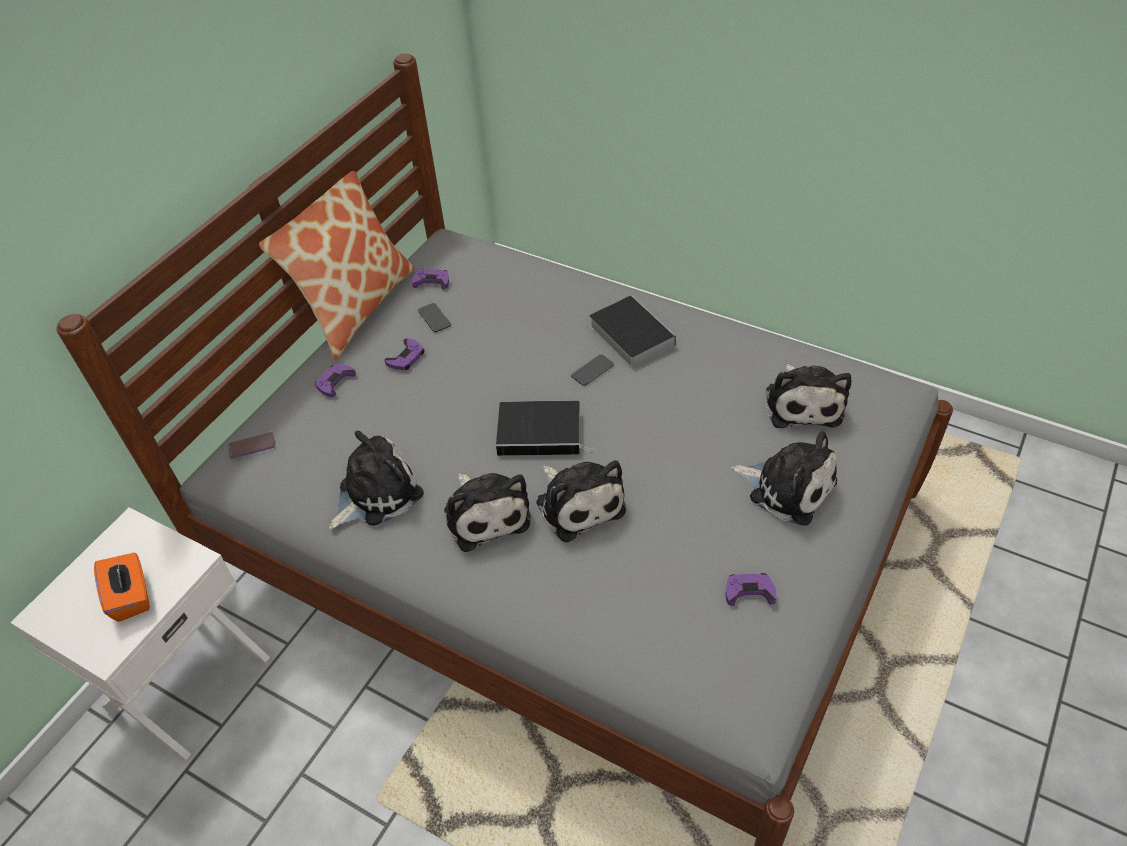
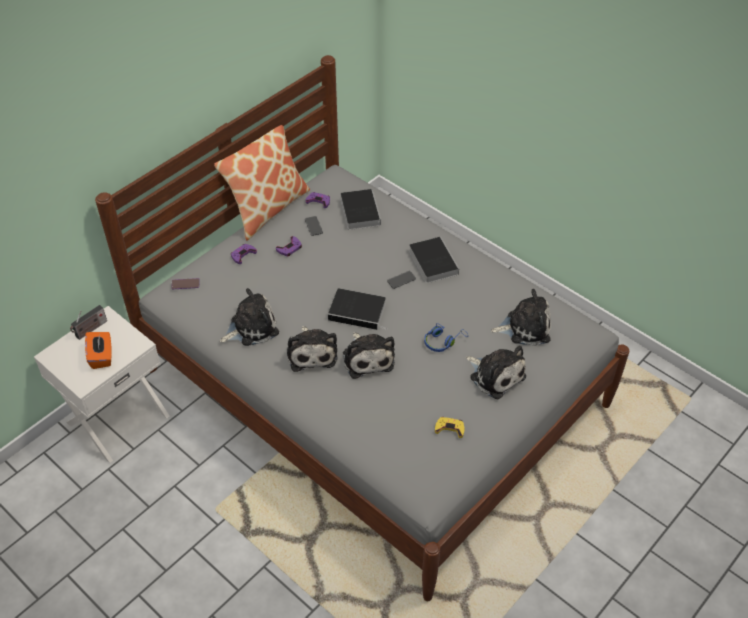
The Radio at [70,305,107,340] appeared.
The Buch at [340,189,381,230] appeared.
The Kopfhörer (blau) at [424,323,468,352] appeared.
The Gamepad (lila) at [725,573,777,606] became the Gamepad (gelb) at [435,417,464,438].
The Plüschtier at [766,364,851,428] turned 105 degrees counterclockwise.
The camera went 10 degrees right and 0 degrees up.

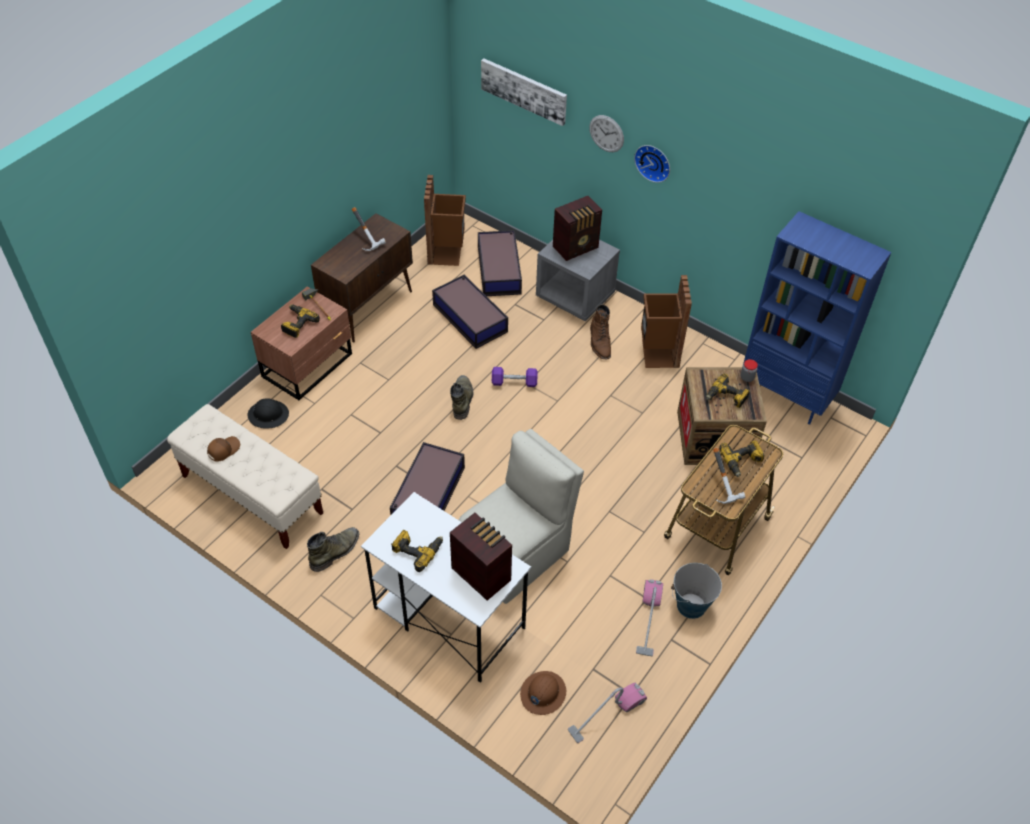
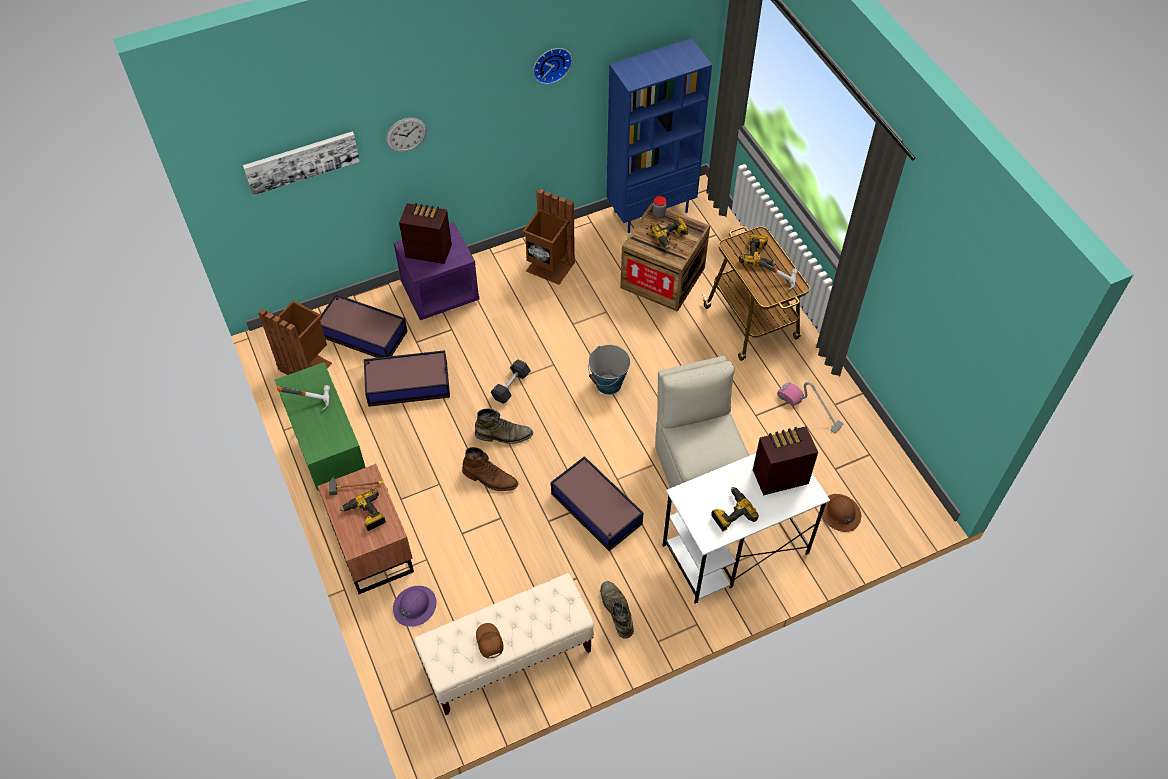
The Schrank (braun) at [311,213,413,343] became the Schrank (grün) at [275,362,366,491].
The Schutzhelm (schwarz) at [248,398,289,429] became the Schutzhelm (lila) at [393,586,437,627].
The Nachttisch (grau) at [536,240,620,322] became the Nachttisch (lila) at [394,222,480,320].
The Radio at [553,196,602,261] turned 75 degrees counterclockwise.
The Stiefel (braun) moved from [590,304,611,359] to [462,447,518,491].
The Stiefel (grün) at [450,375,473,420] turned 150 degrees clockwise.
The Hantel (lila) at [492,367,538,387] became the Hantel (schwarz) at [491,359,531,404].
The Wanduhr moved from [634,145,670,183] to [533,48,572,84].
The Eimer moved from [671,563,722,619] to [588,345,631,395].
The Staubsauger at [568,683,647,743] disappeared.
The camera went 60 degrees left and 5 degrees up.

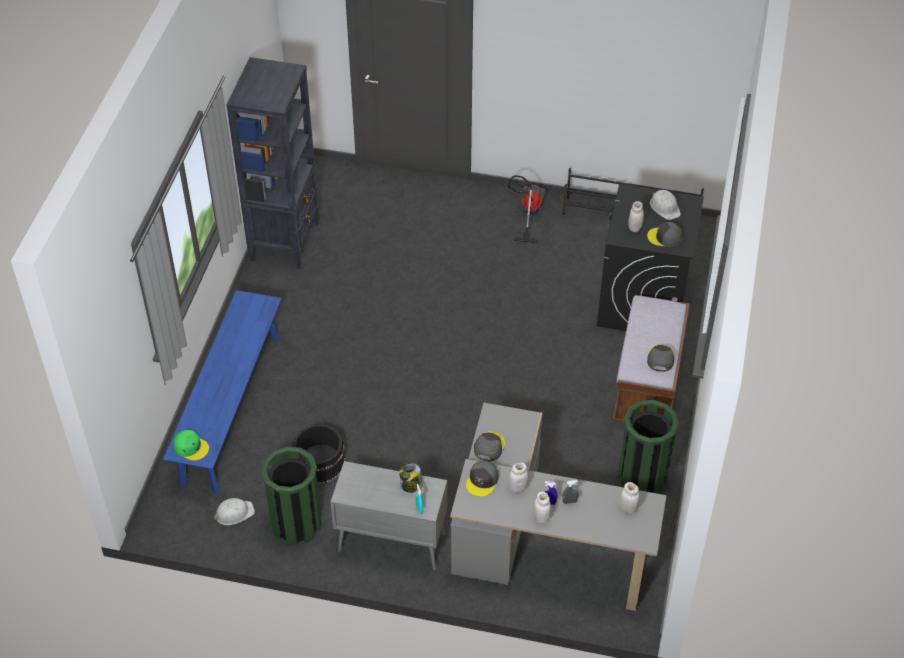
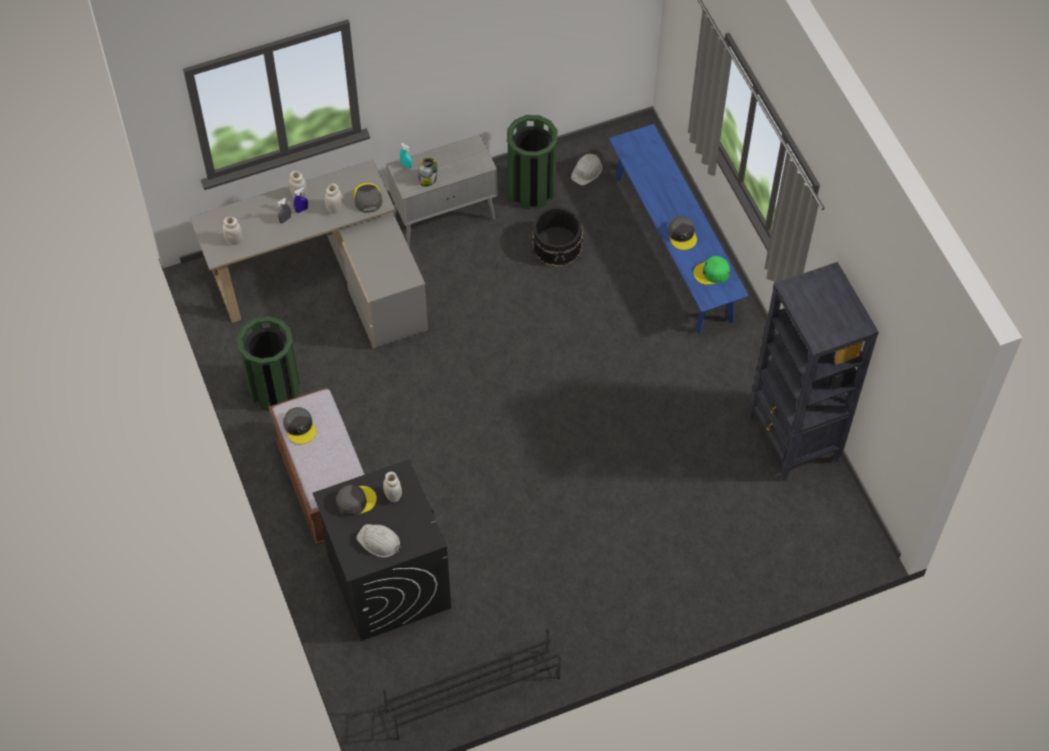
The Kappe (grau) moved from [474,431,505,461] to [667,216,697,250].
The Kappe (grün) moved from [173,430,209,461] to [693,256,730,285].
The Staubsauger at [508,175,546,243] disappeared.
The camera went 145 degrees right and 10 degrees up.

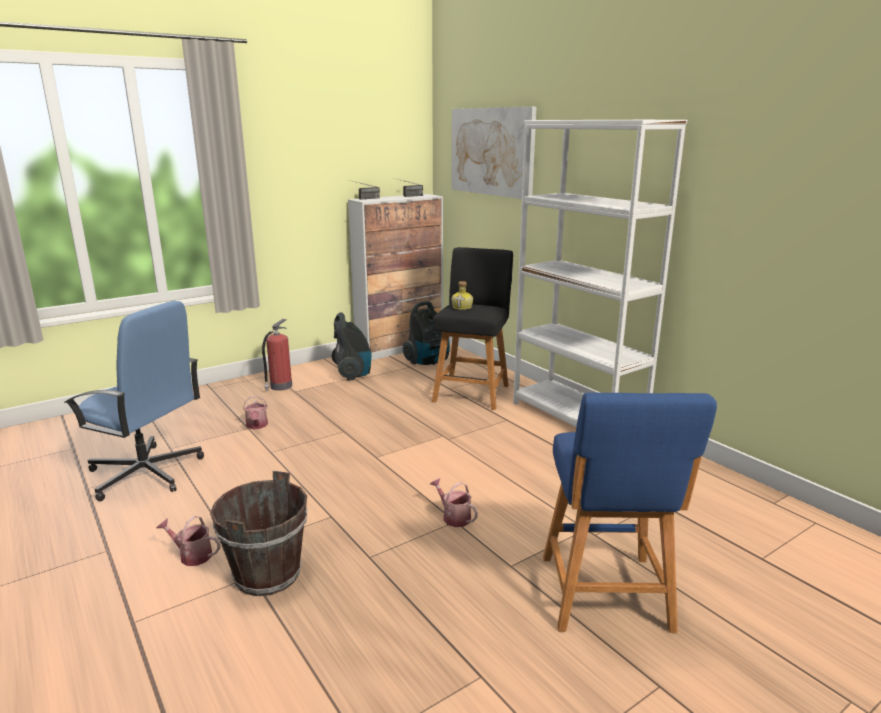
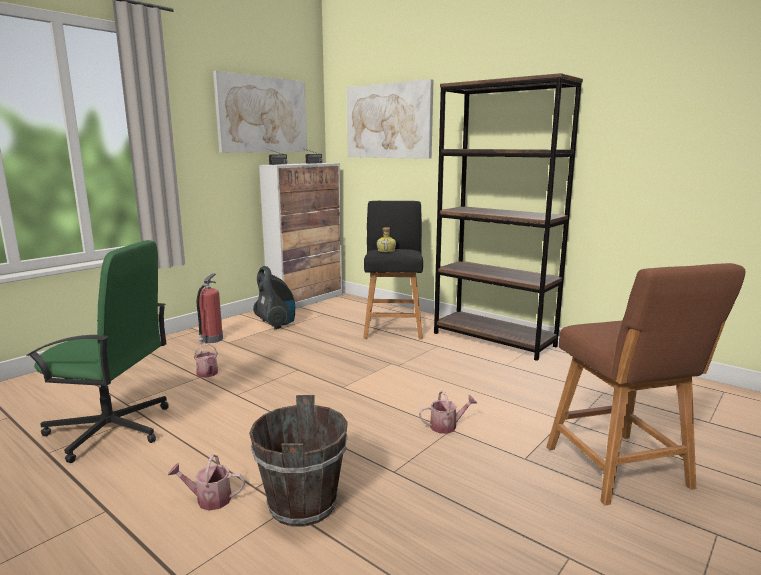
The Bürostuhl (blau) at [64,301,204,501] became the Bürostuhl (grün) at [26,240,169,463].
The Bild at [213,71,307,152] appeared.
The Gießkanne at [430,478,478,527] turned 135 degrees clockwise.
The Bücherregal (weiß) at [513,120,687,427] became the Bücherregal (braun) at [434,73,583,361].
The Hocker (blau) at [543,392,717,633] became the Hocker (braun) at [546,263,745,506].
The Staubsauger at [403,301,450,365] disappeared.
The camera went 15 degrees left and 5 degrees down.

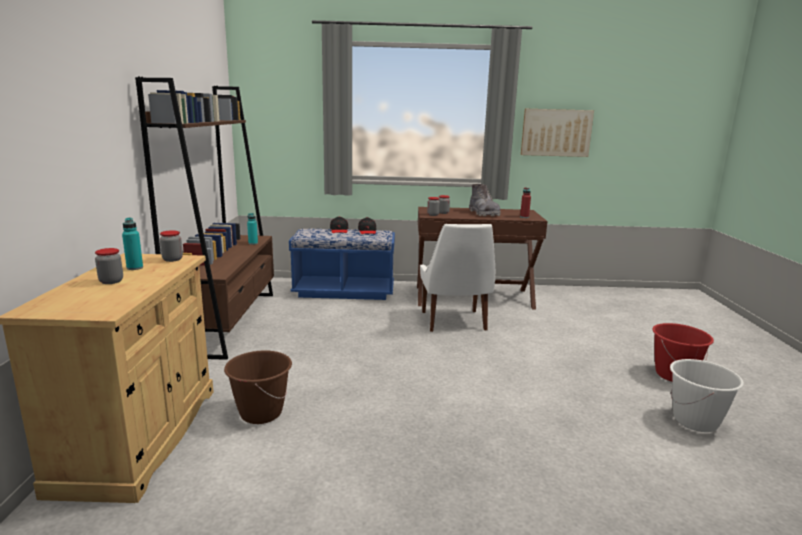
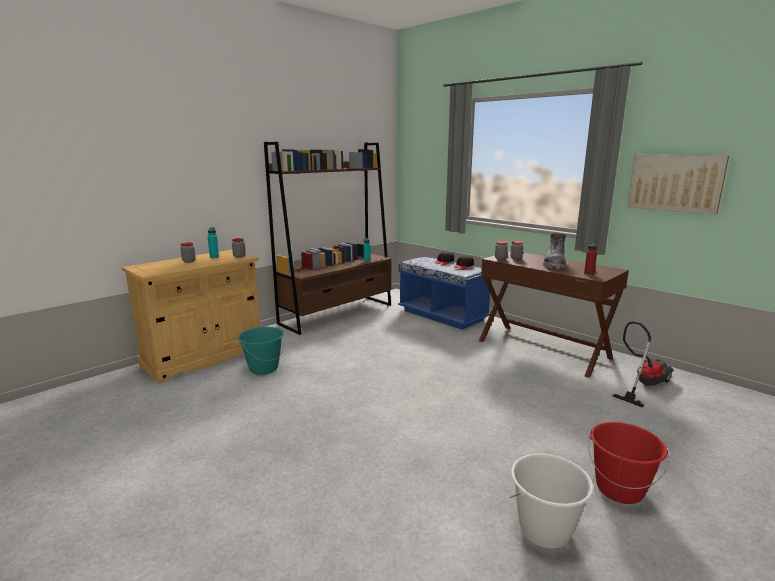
The Eimer (braun) at [224,350,292,424] became the Eimer (türkis) at [238,327,284,375].
The Staubsauger at [613,321,674,407] appeared.
The Stuhl (weiß) at [420,224,495,332] disappeared.
The camera went 45 degrees right and 0 degrees up.

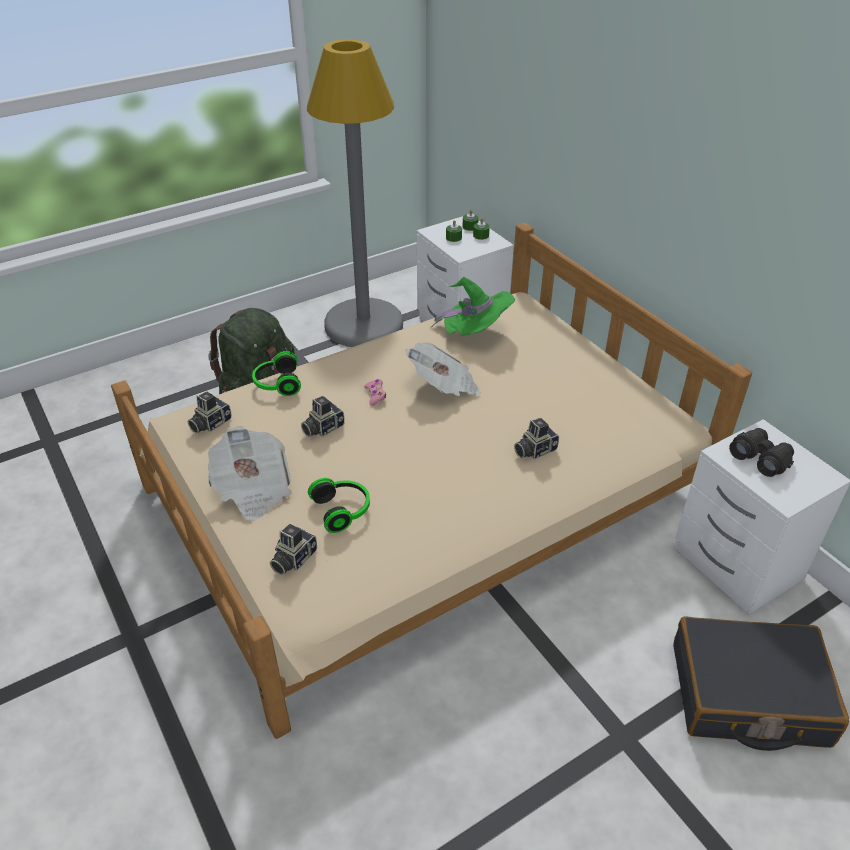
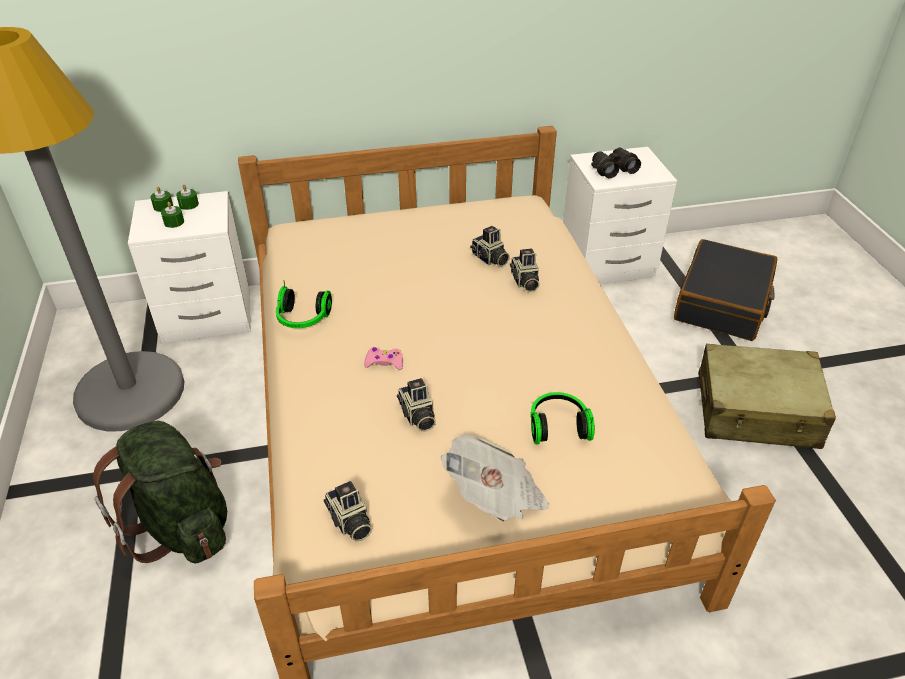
The Kopfhörer moved from [252,348,301,396] to [276,280,332,328].
The Kamera moved from [270,524,317,575] to [470,226,510,266].
The Koffer (beige) at [698,344,836,449] appeared.
The Zeitung at [406,343,481,396] disappeared.
The Hut (grün) at [431,277,515,336] disappeared.
The camera went 70 degrees left and 0 degrees up.

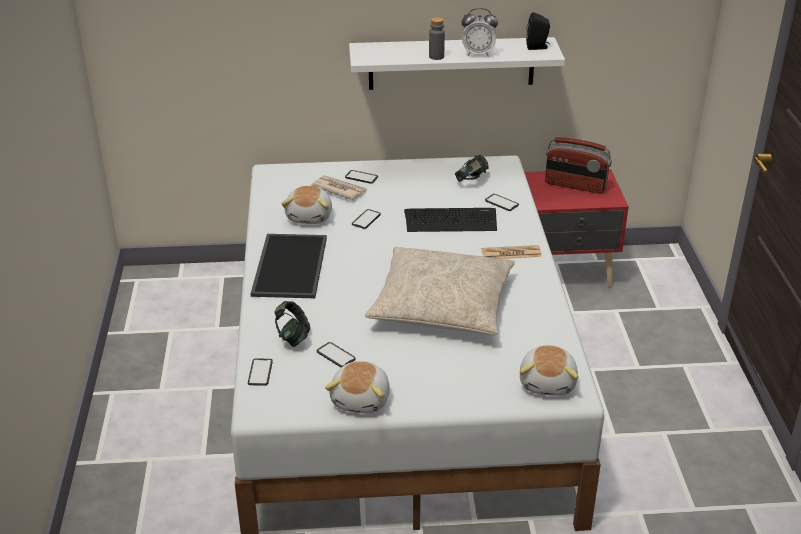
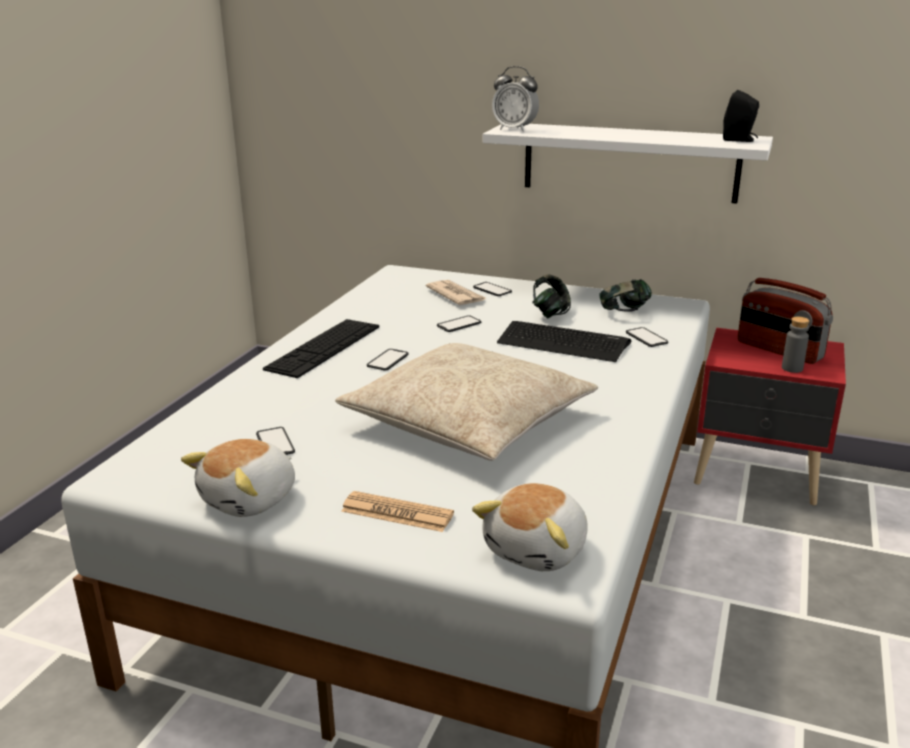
The Tablett at [250,234,327,298] was replaced by the Tastatur at [263,319,379,378].
The Zeitung moved from [482,245,542,259] to [341,491,454,532].
The Handy moved from [248,358,273,386] to [367,349,408,371].
The Wecker moved from [461,8,498,57] to [492,66,539,132].
The Kopfhörer moved from [274,301,310,347] to [532,274,571,318].
The Flasche (grau) moved from [429,17,445,60] to [782,317,809,373].
The Plüschtier at [281,186,332,224] disappeared.
The camera went 25 degrees right and 10 degrees down.

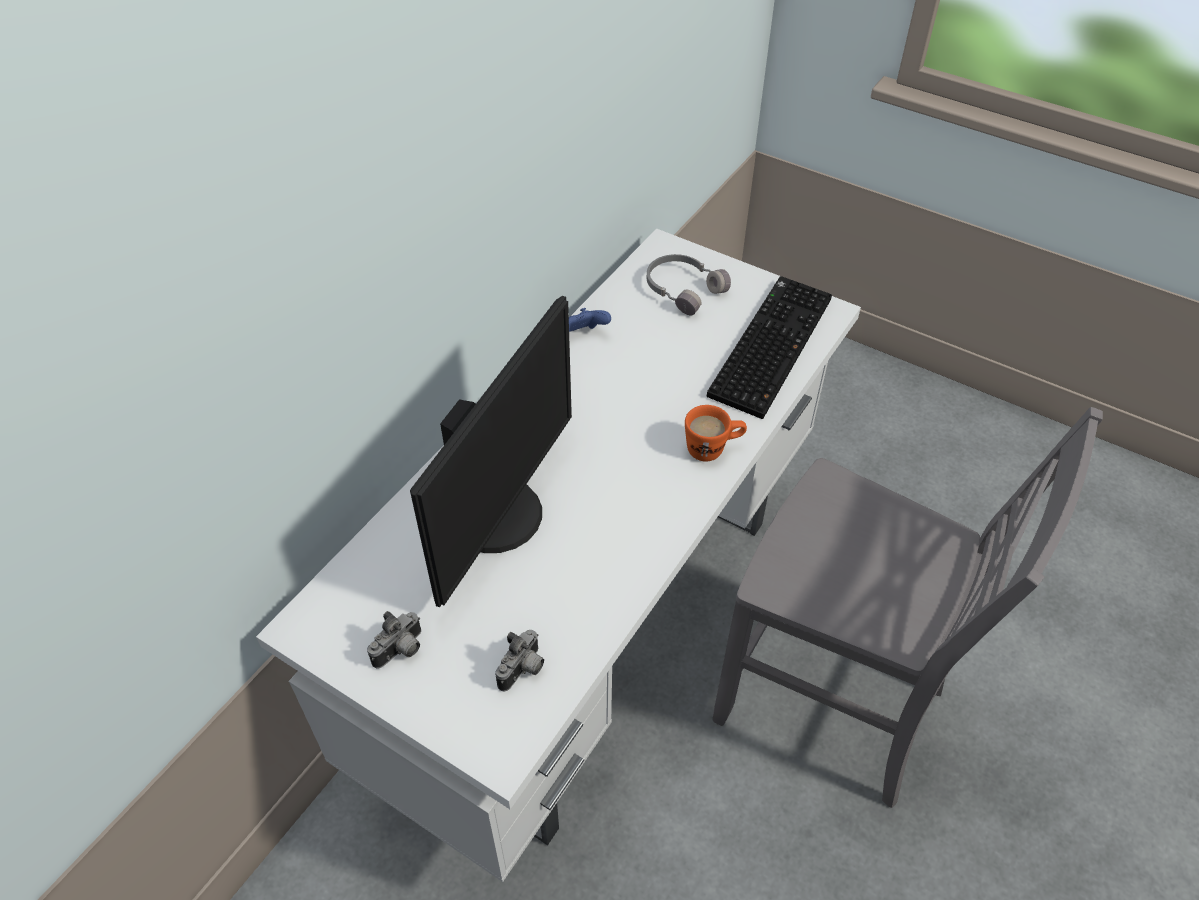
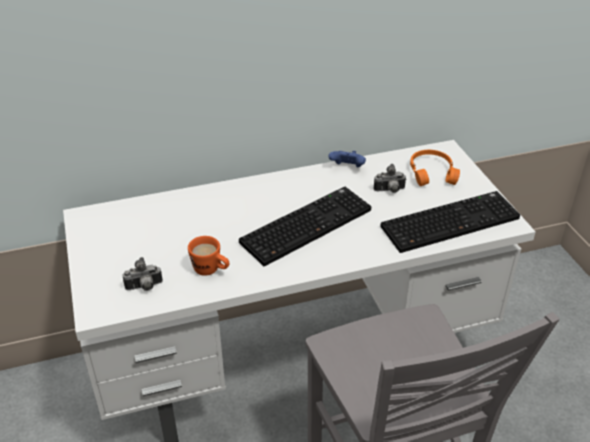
The Henkelbecher (orange) moved from [685,405,747,462] to [188,236,229,276].
The Tastatur at [239,187,371,266] appeared.
The Kamera moved from [367,611,421,669] to [373,164,407,193].
The Kopfhörer (grau) at [647,254,731,315] became the Kopfhörer (orange) at [410,150,460,186].
The Monitor at [410,296,572,607] disappeared.
The camera went 40 degrees right and 10 degrees down.

